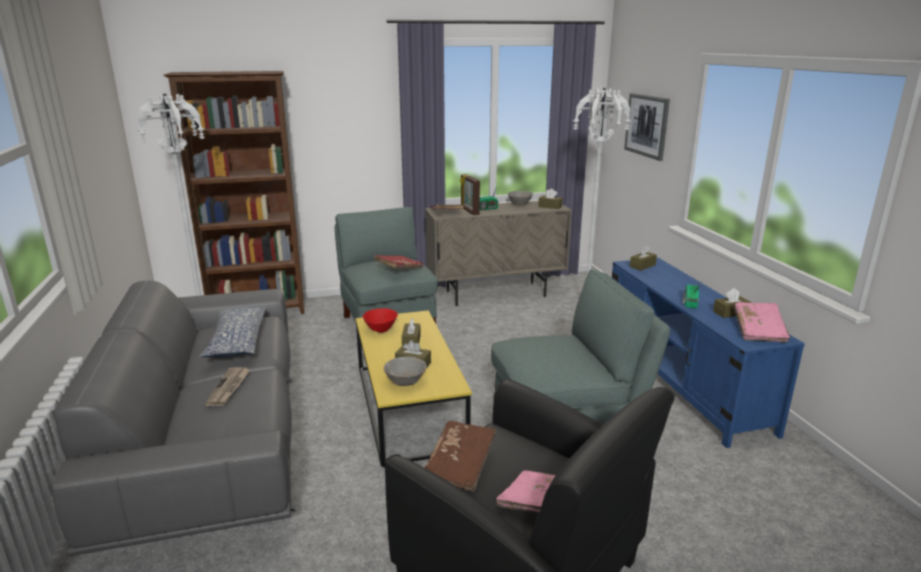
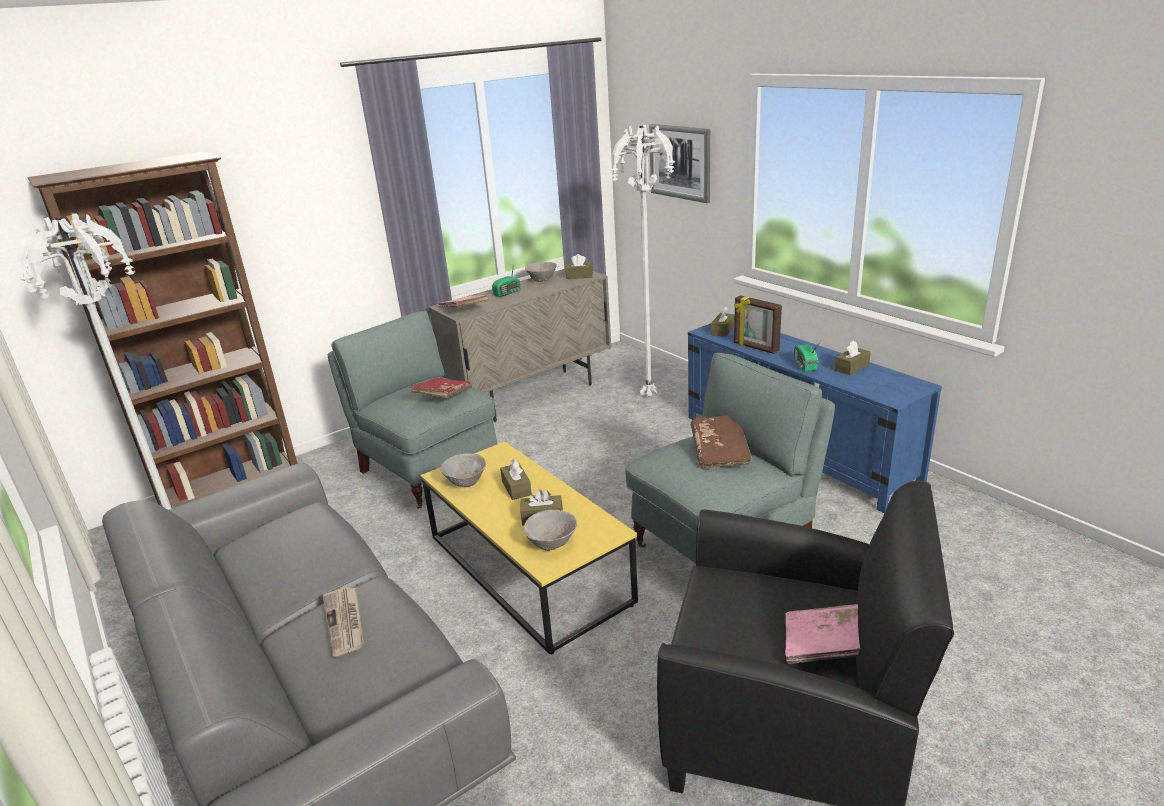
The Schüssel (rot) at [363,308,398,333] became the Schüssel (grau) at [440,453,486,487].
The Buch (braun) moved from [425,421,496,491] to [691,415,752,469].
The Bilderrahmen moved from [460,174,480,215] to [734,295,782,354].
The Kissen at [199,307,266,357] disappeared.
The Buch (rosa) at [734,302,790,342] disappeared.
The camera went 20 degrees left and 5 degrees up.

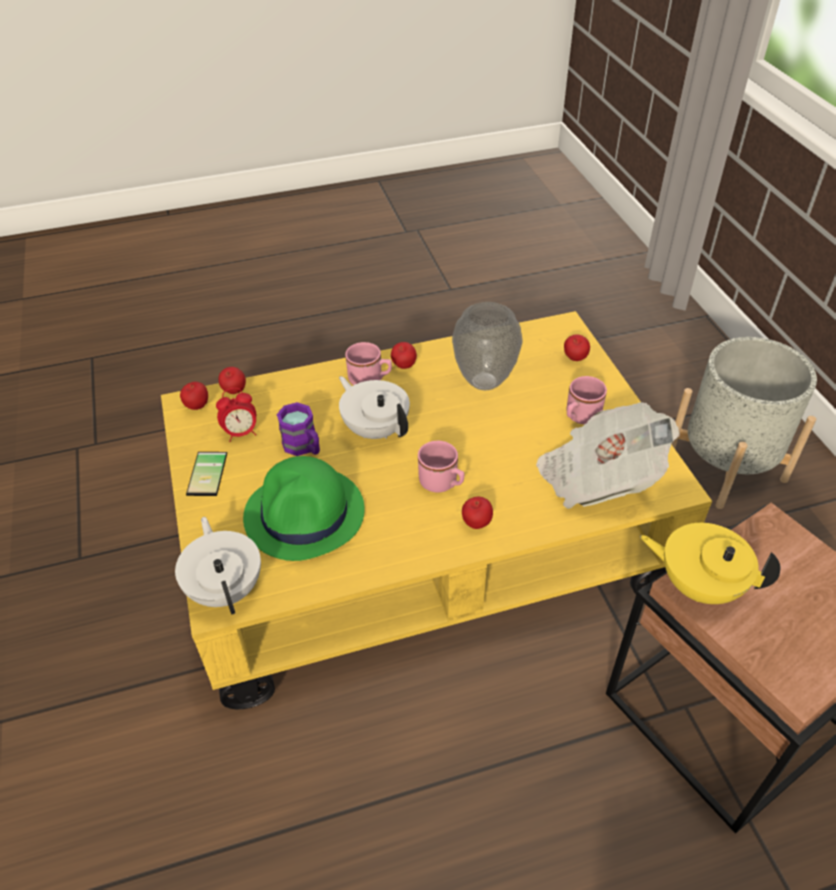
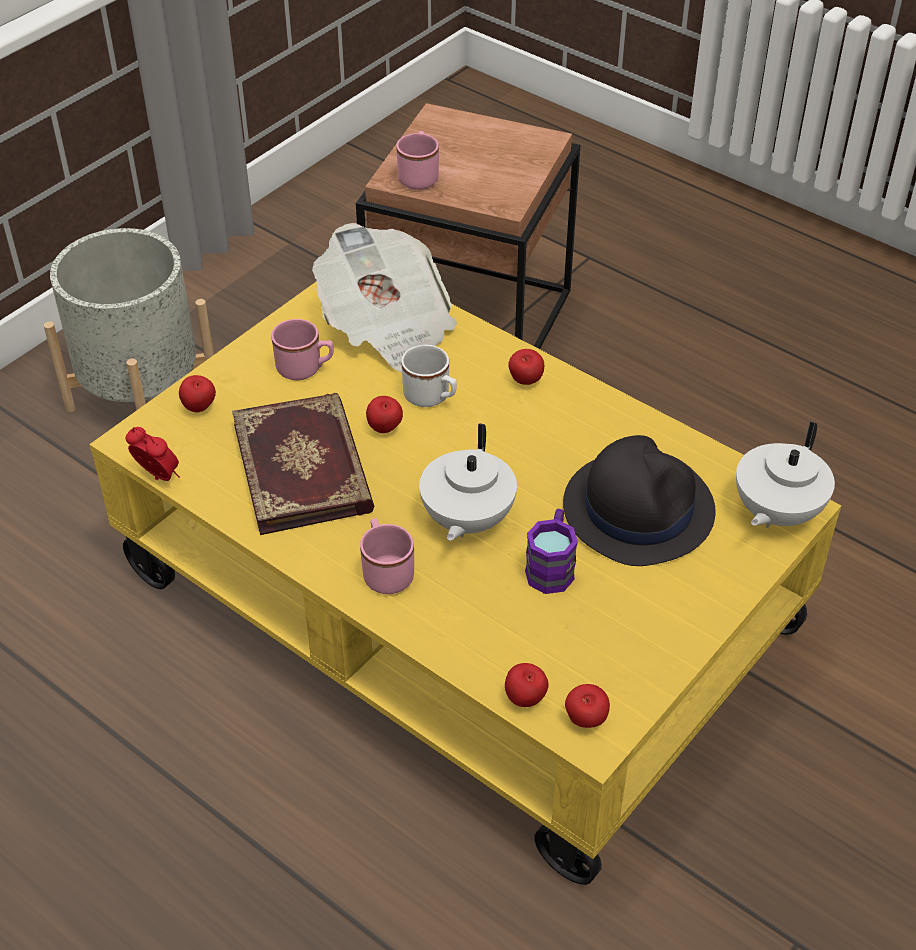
The Wecker moved from [216,388,256,442] to [125,427,180,481].
The Vase at [452,302,523,390] was replaced by the Buch at [232,393,374,535].
The Apfel moved from [391,342,417,369] to [366,396,403,433].
The Henkelbecher (rosa) moved from [418,441,464,493] to [396,131,439,190].
The Henkelbecher (weiß) at [401,345,457,407] appeared.
The Hut (grün) at [243,456,365,561] became the Hut (schwarz) at [563,435,715,566].
The Handy at [186,452,227,496] disappeared.
The Teekanne (gelb) at [640,523,781,604] disappeared.
The camera went 125 degrees left and 0 degrees up.

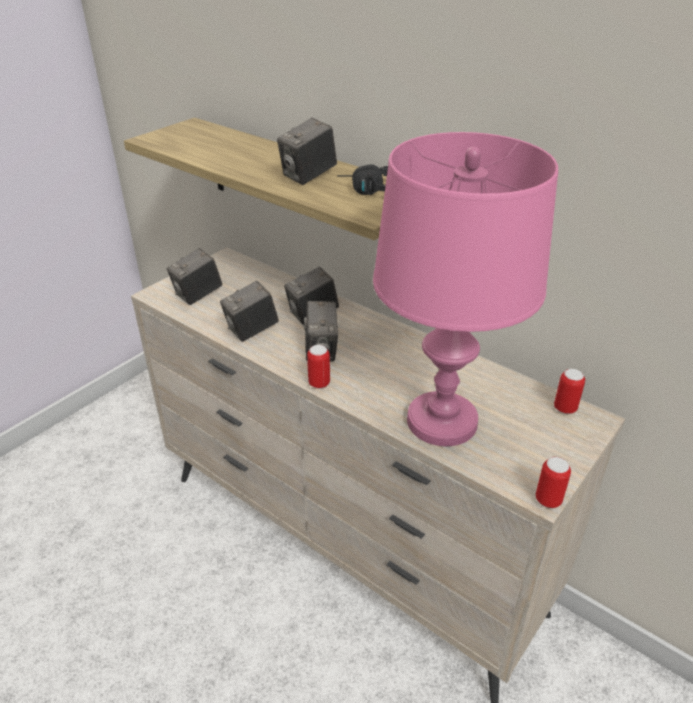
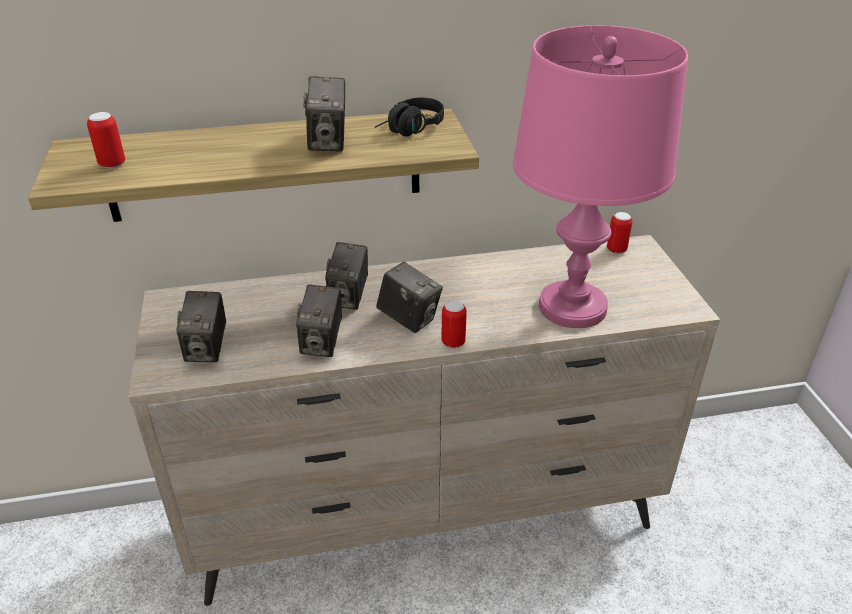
The Dose moved from [536,457,571,508] to [87,112,125,169].
The camera went 50 degrees left and 0 degrees up.

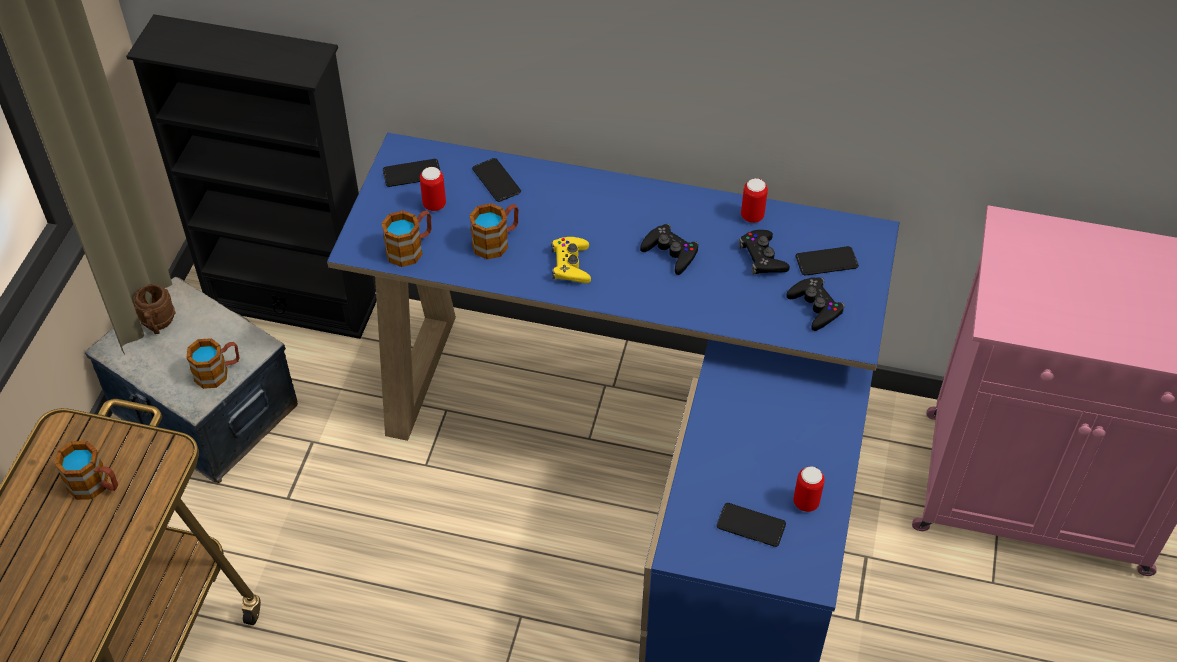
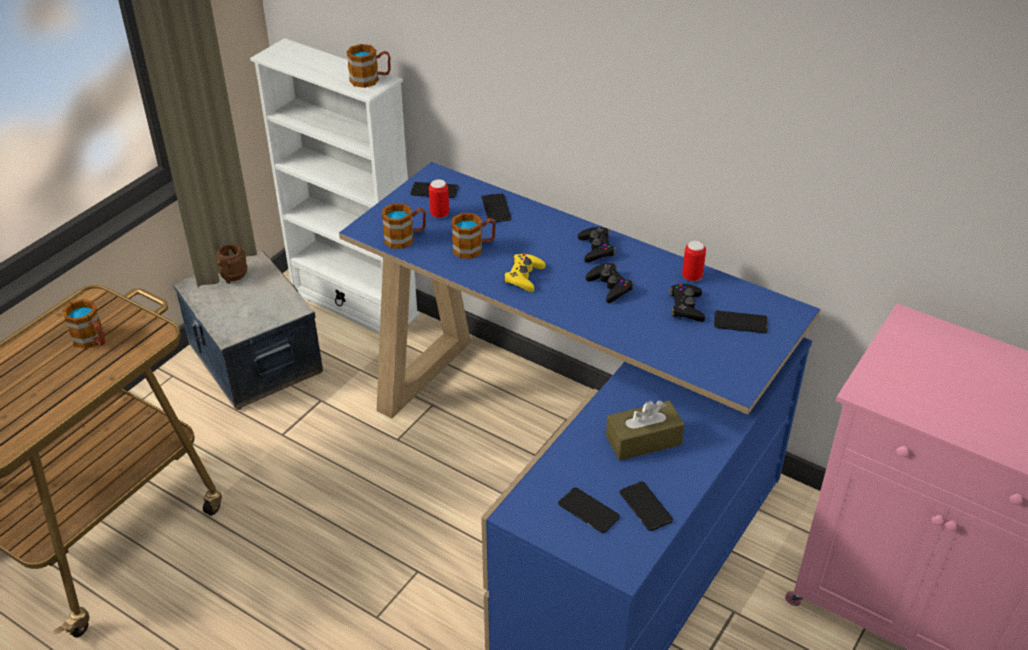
The Bücherregal (schwarz) at [126,14,377,339] became the Bücherregal (weiß) at [250,38,419,334].
The Henkelbecher moved from [186,338,239,389] to [347,44,391,88].
The Gamepad (schwarz) moved from [786,277,845,331] to [578,227,616,263].
The Taschentuchbox (braun) at [606,400,685,461] appeared.
The Dose at [793,466,825,512] was replaced by the Handy at [619,481,673,531].
The camera went 20 degrees right and 10 degrees down.

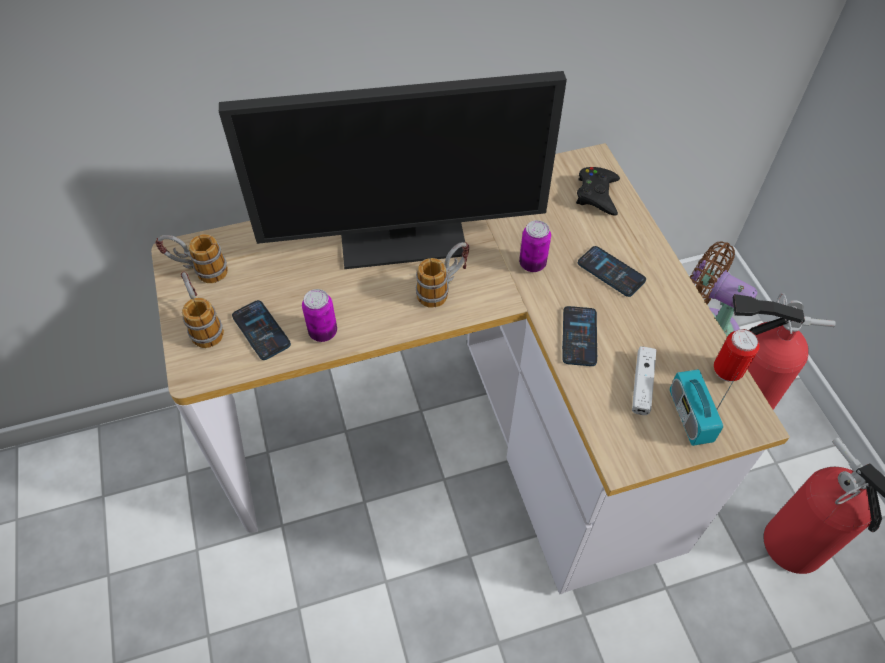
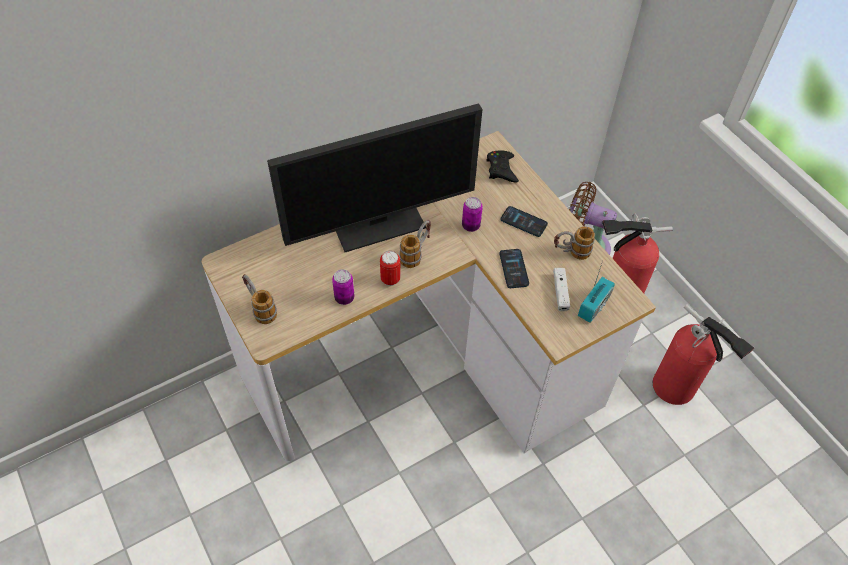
The Dose moved from [714,329,760,382] to [380,251,401,286].
The Henkelbecher moved from [155,234,228,283] to [554,226,595,260].
The Radio at [670,369,738,446] turned 120 degrees counterclockwise.
The Handy at [232,300,291,360] disappeared.
The camera went 15 degrees left and 0 degrees up.

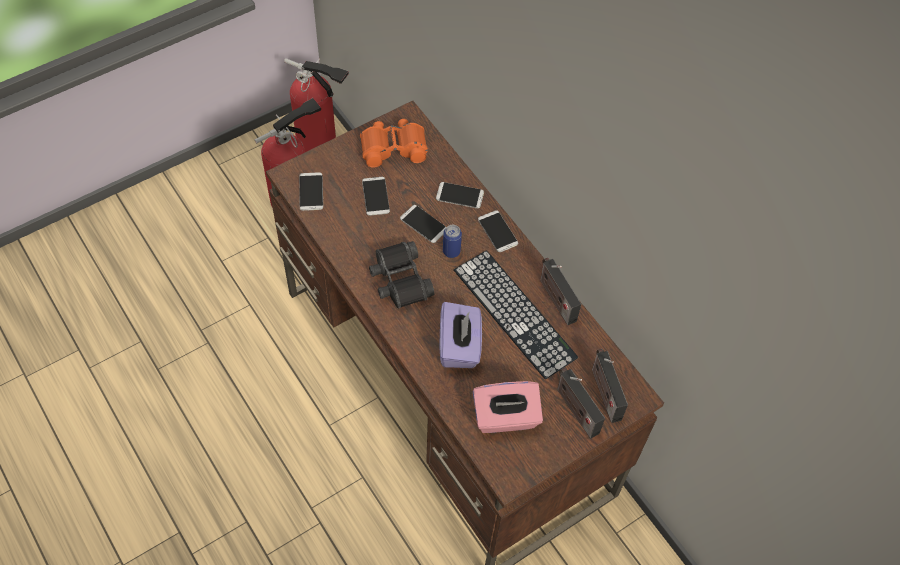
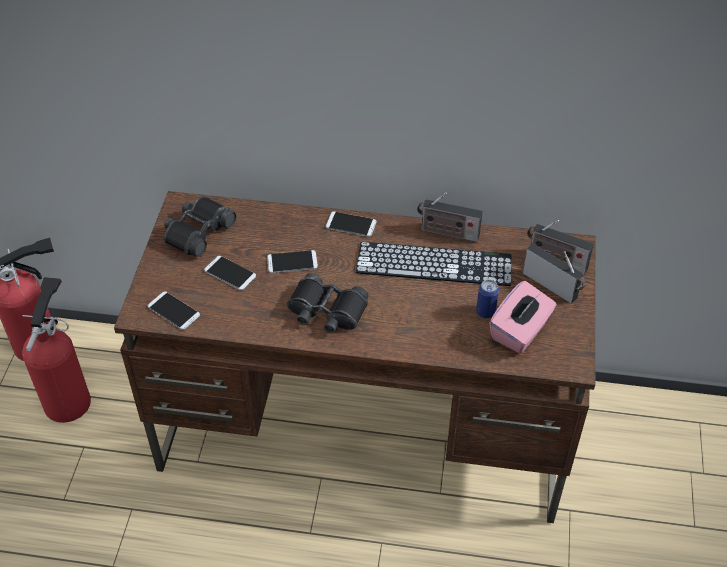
The Fernglas (orange) at [360,119,428,168] became the Fernglas (schwarz) at [163,196,236,257].
The Dose moved from [443,225,462,258] to [476,279,499,318].
The Radio at [557,368,605,438] turned 150 degrees counterclockwise.
The Handy at [436,182,484,209] disappeared.
The Taschentuchbox (lila) at [439,302,482,368] disappeared.
The camera went 45 degrees left and 10 degrees down.

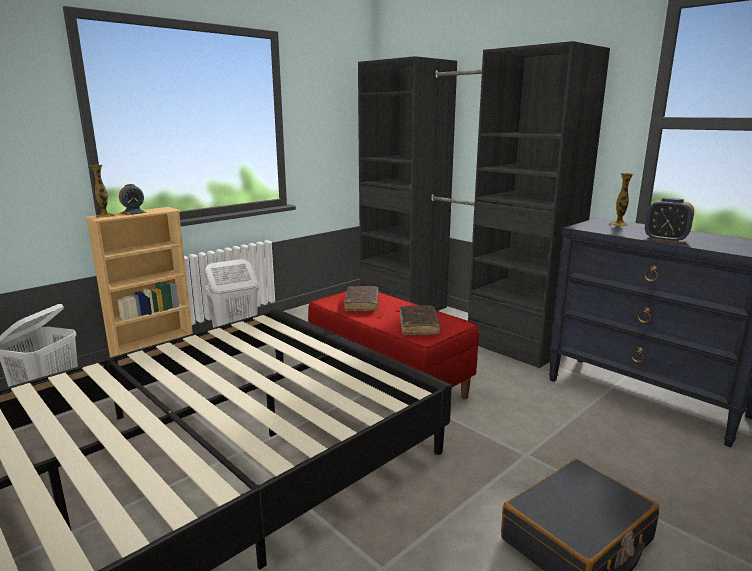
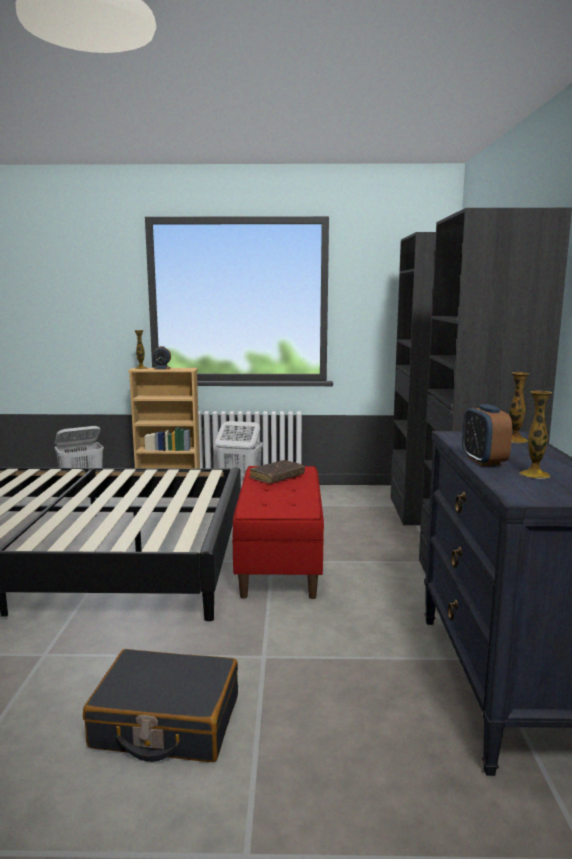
The Vase at [520,391,552,479] appeared.
The Buch (braun) at [400,305,440,336] disappeared.
The camera went 45 degrees right and 5 degrees down.

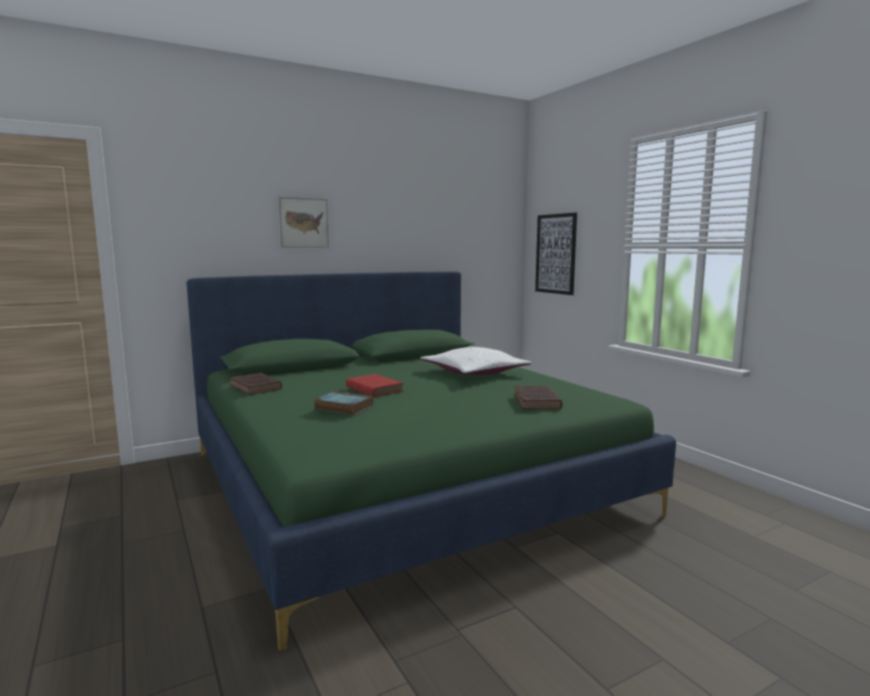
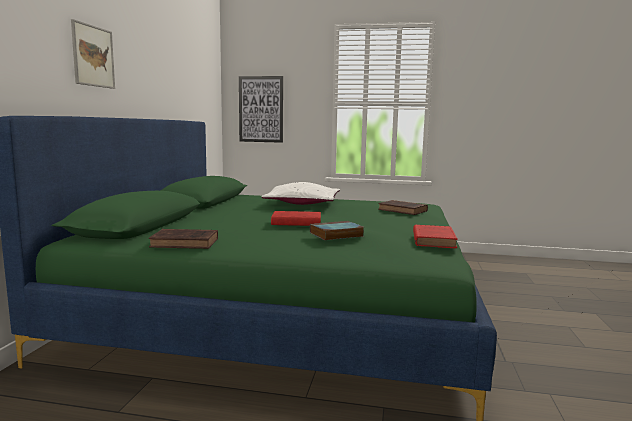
The Buch (rot) at [413,225,458,248] appeared.
The camera went 50 degrees left and 0 degrees up.

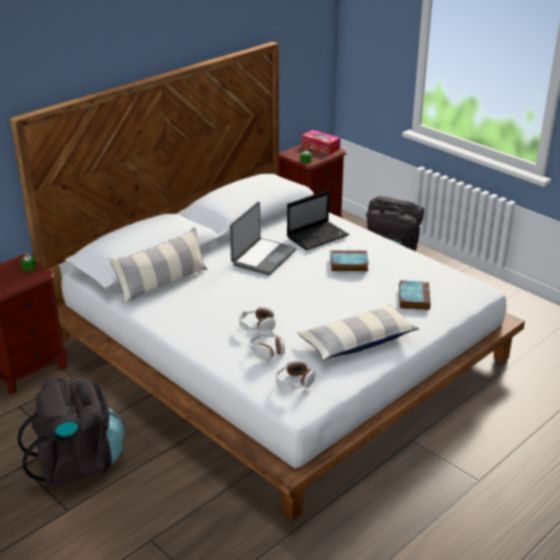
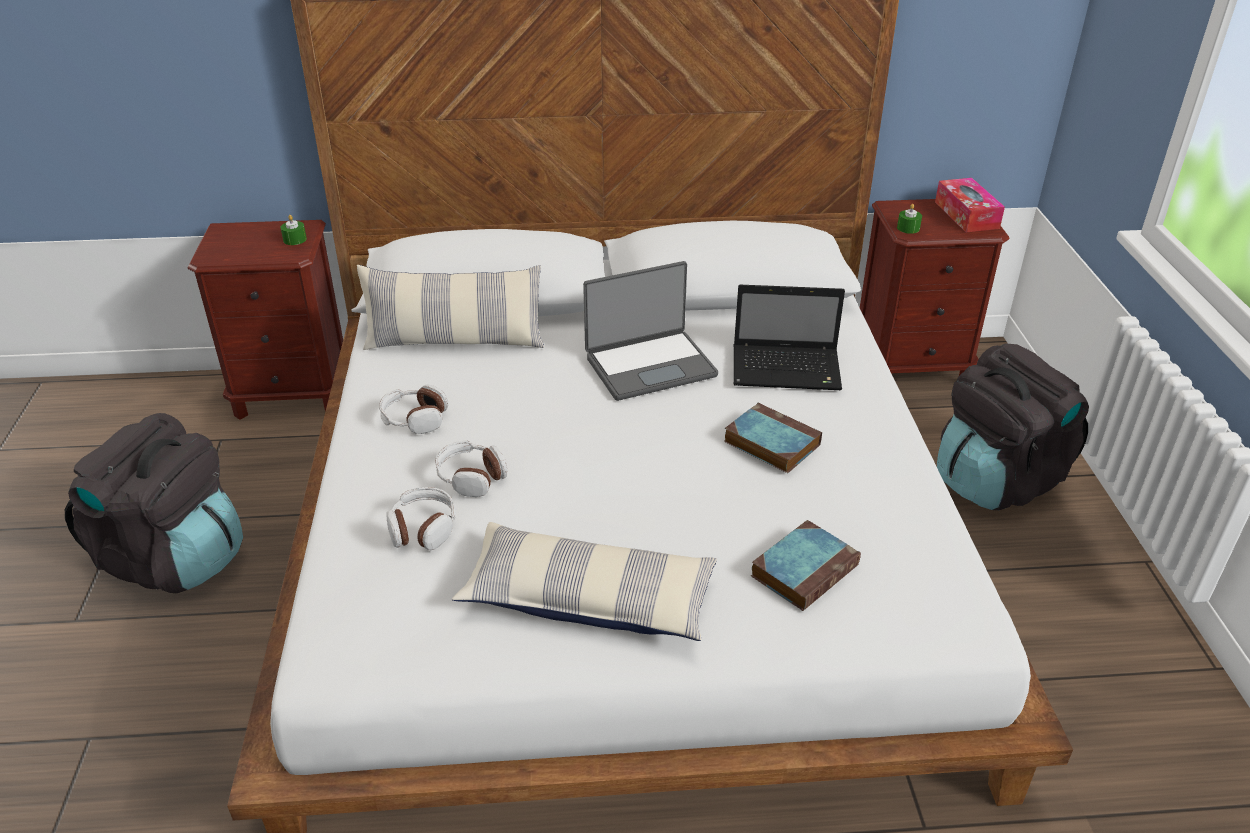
The Kopfhörer moved from [276,360,316,391] to [379,385,448,434].
The camera went 40 degrees right and 5 degrees up.

